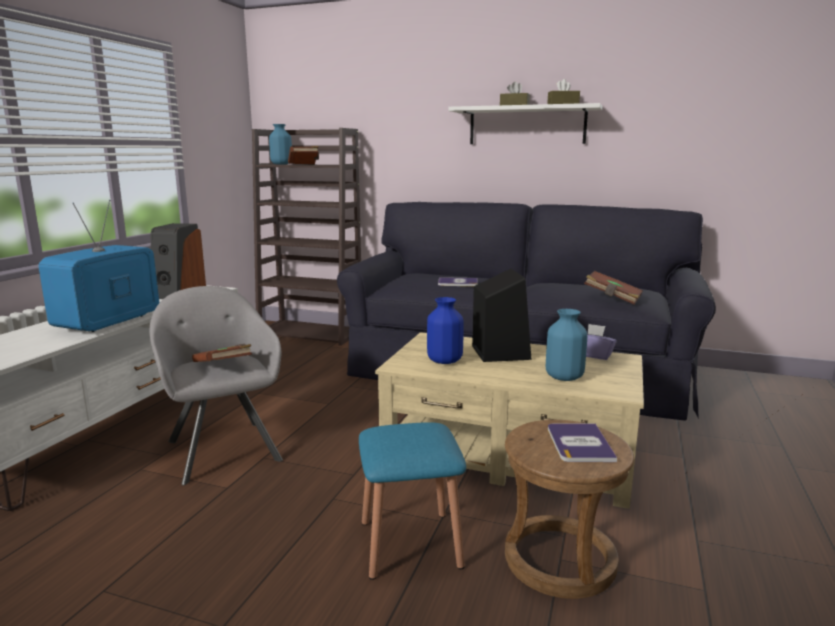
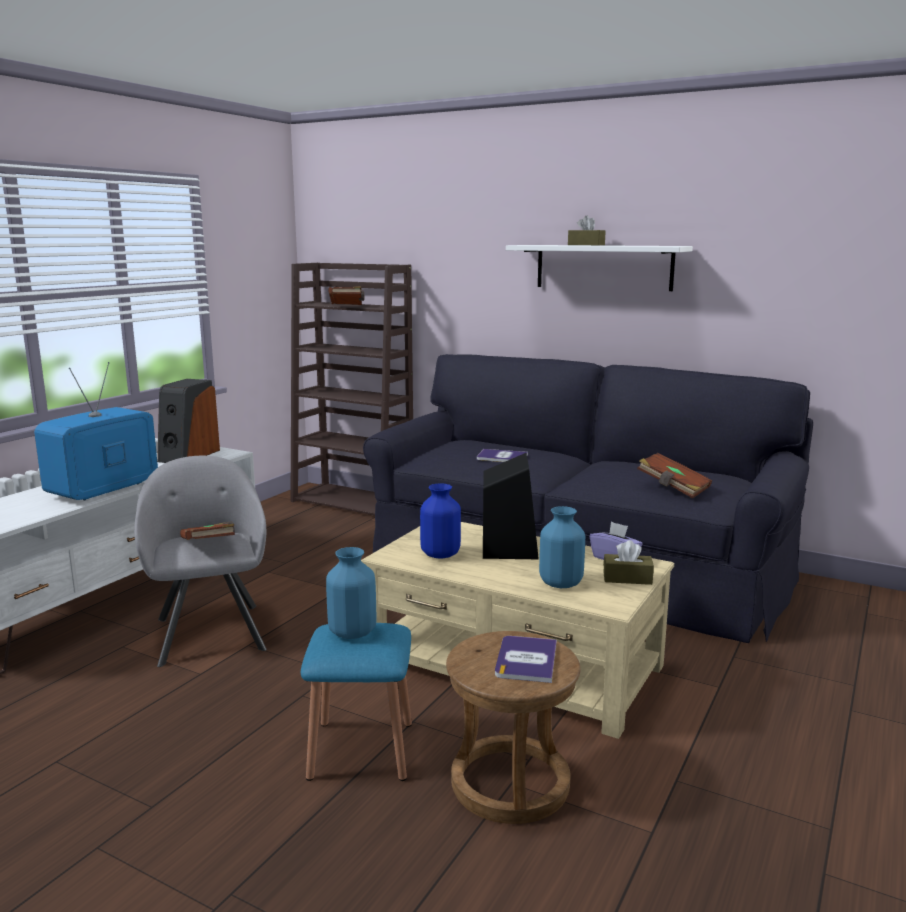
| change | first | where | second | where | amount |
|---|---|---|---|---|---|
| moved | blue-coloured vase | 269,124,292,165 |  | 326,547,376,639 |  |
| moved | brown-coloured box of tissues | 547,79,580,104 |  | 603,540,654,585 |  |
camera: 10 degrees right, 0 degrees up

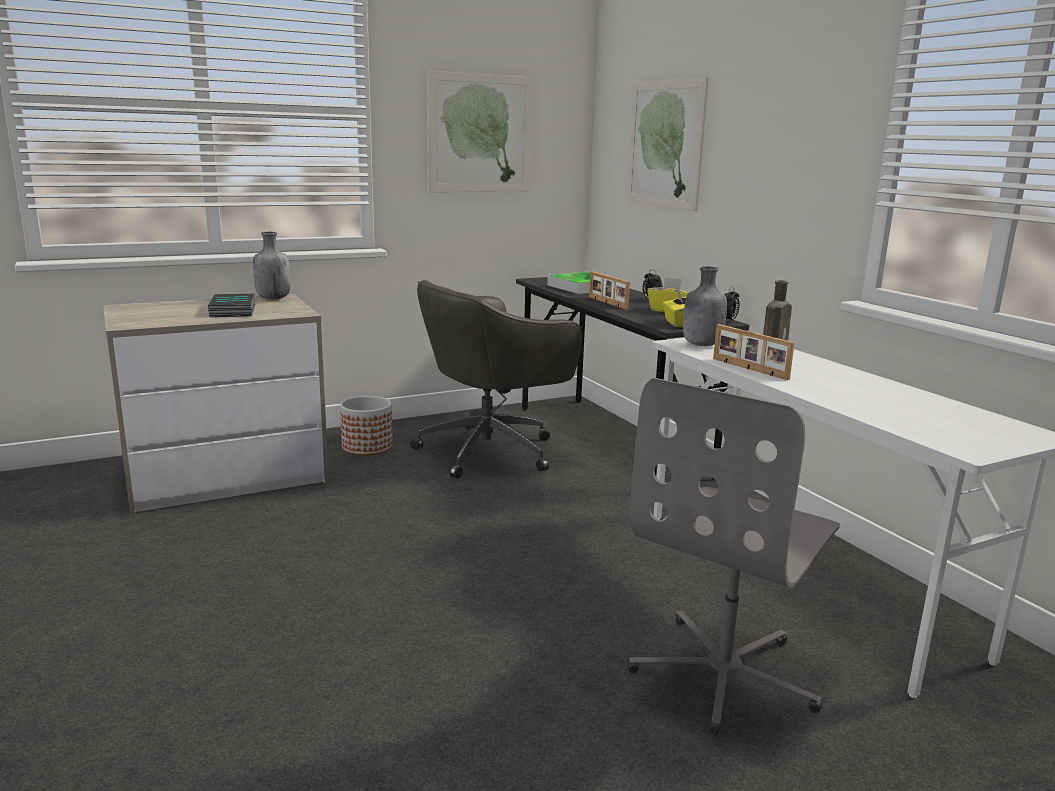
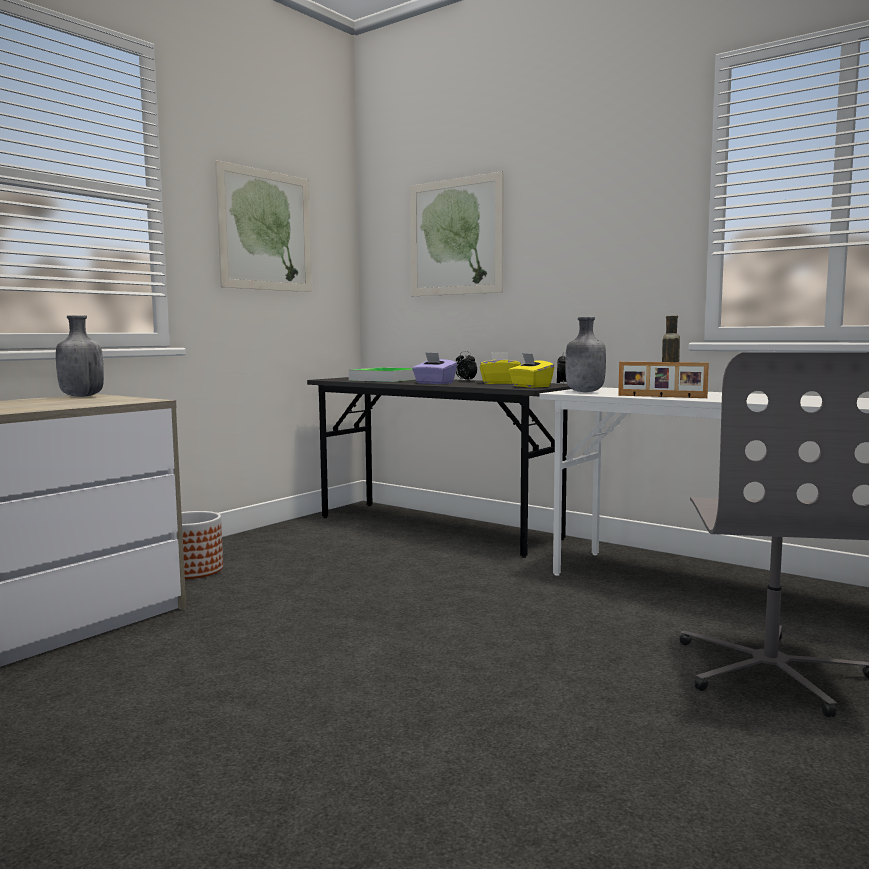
| change | first | where | second | where | amount |
|---|---|---|---|---|---|
| removed | book | 208,294,256,317 |  |  |  |
| removed | gray computer chair | 410,280,582,479 |  |  |  |
| replaced | standing frame | 589,271,630,309 | purple box of tissues | 412,352,457,384 |  |
camera: 25 degrees left, 10 degrees down

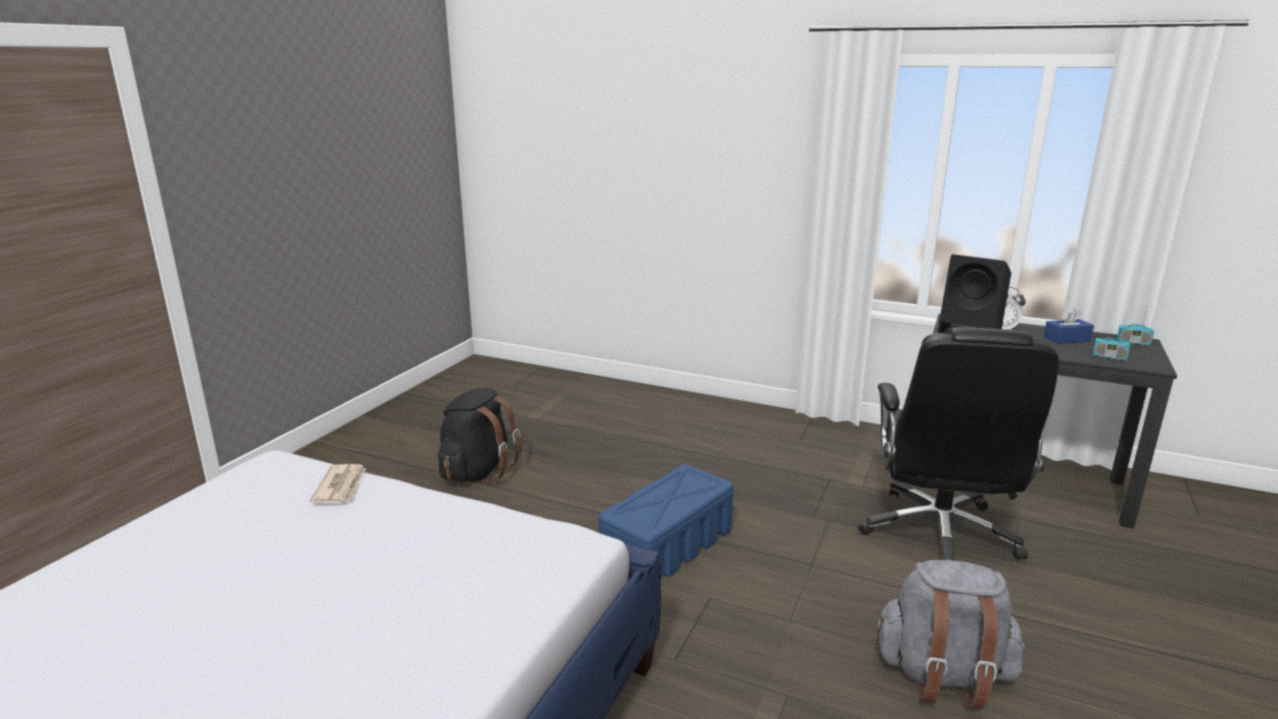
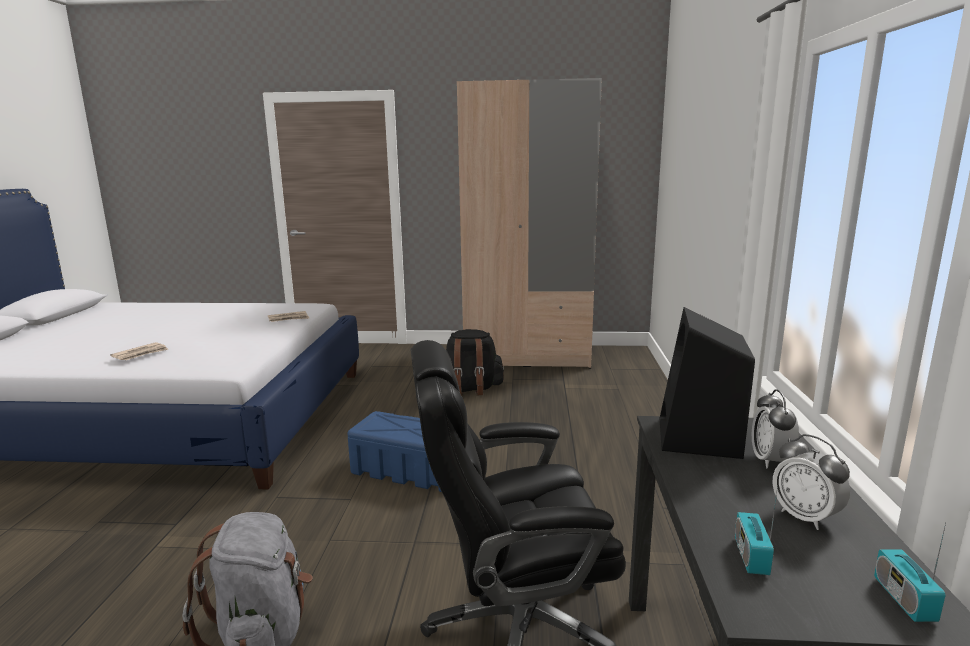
| change | first | where | second | where | amount |
|---|---|---|---|---|---|
| added |  |  | printed paper | 110,342,168,360 |  |
| added |  |  | beige armoire | 457,78,602,369 |  |
| replaced | blue-coloured box of tissues | 1043,308,1094,344 | table clock | 772,434,850,530 |  |
camera: 70 degrees right, 5 degrees down

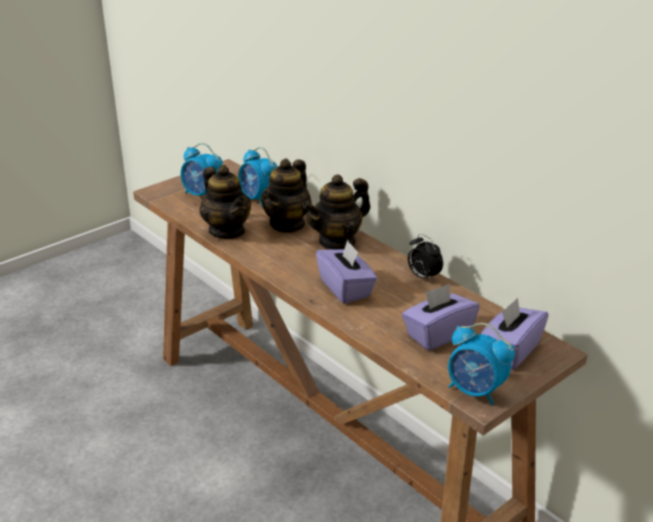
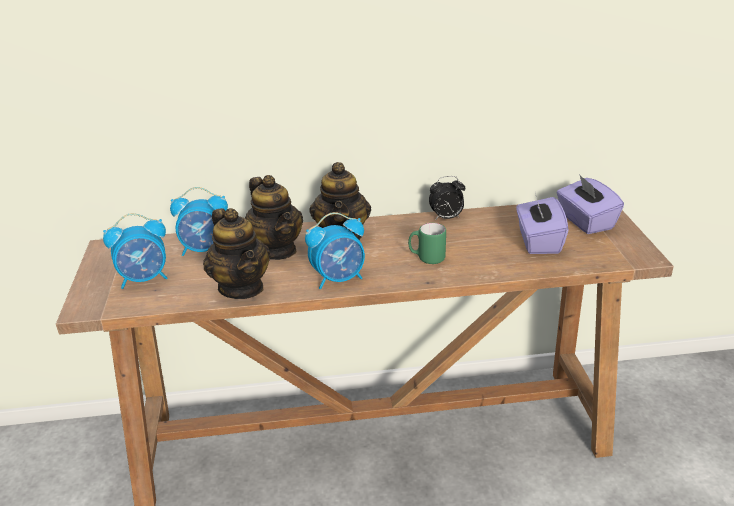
| change | first | where | second | where | amount |
|---|---|---|---|---|---|
| moved | table clock | 448,323,515,405 |  | 305,212,365,289 |  |
| replaced | purple box of tissues | 316,240,377,304 | green mug | 408,223,446,264 |  |
| turned | tea pot | 199,165,251,239 |  | 203,208,270,299 | 60 degrees clockwise |
camera: 55 degrees left, 0 degrees up

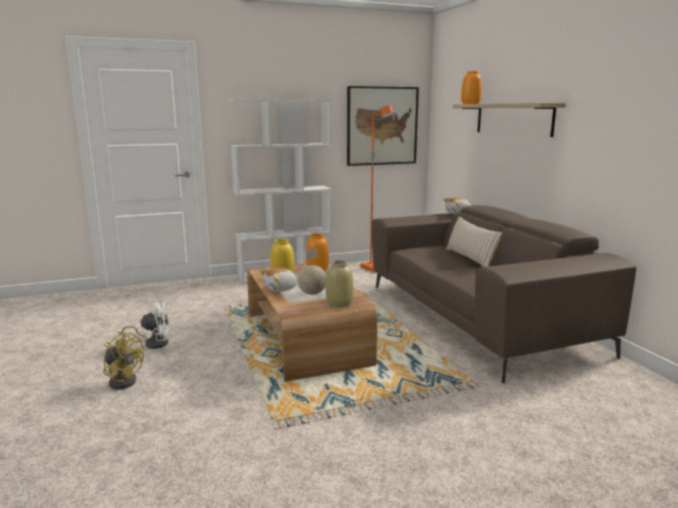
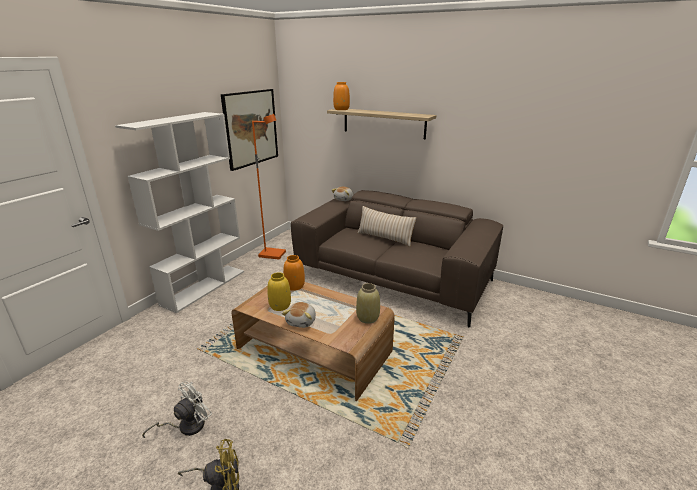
| change | first | where | second | where | amount |
|---|---|---|---|---|---|
| removed | world globe | 297,249,326,295 |  |  |  |
camera: 40 degrees left, 10 degrees up

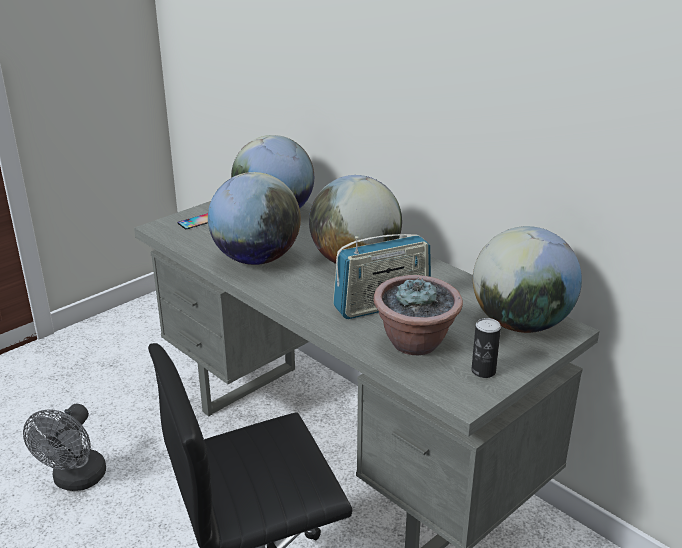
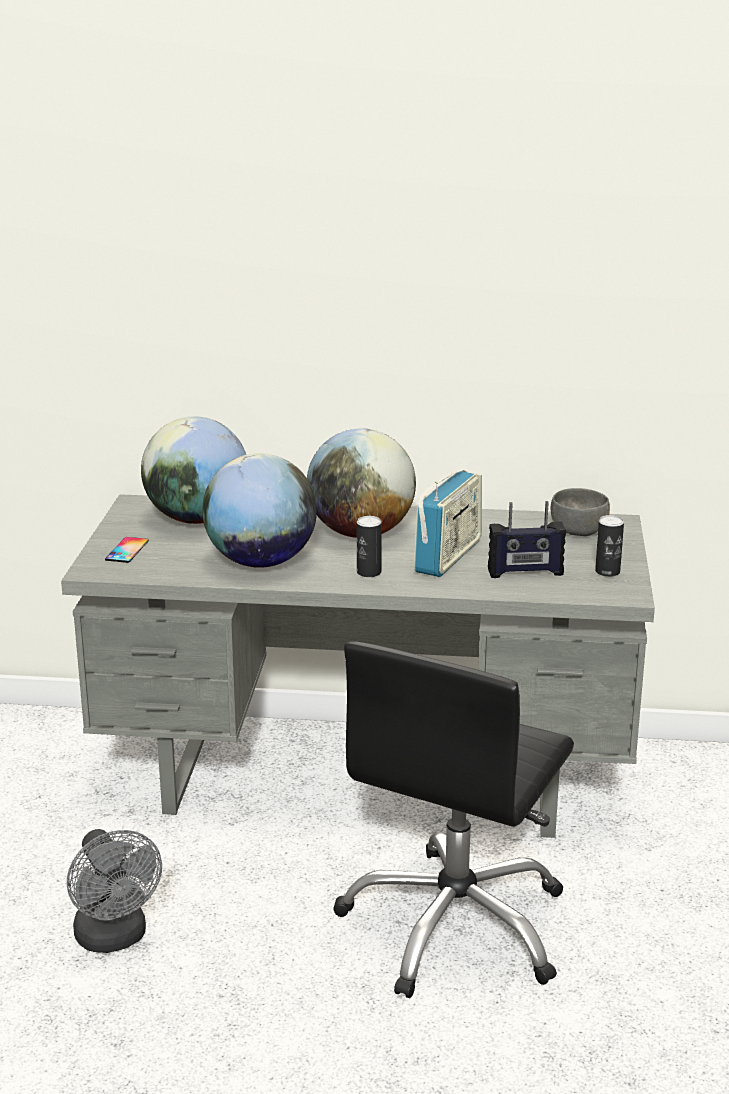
| change | first | where | second | where | amount |
|---|---|---|---|---|---|
| added |  |  | sealed can | 357,516,382,577 |  |
| replaced | houseplant | 373,275,463,355 | radio set | 488,501,566,578 |  |
| replaced | world globe | 473,226,582,333 | gray bowl | 551,488,610,536 |  |
camera: 40 degrees left, 5 degrees down

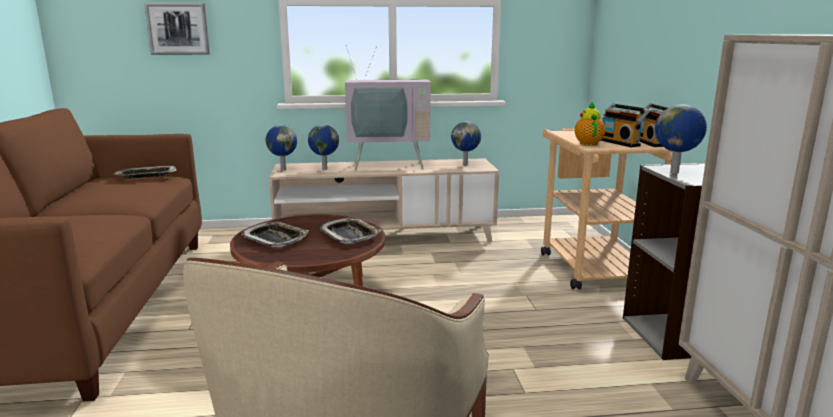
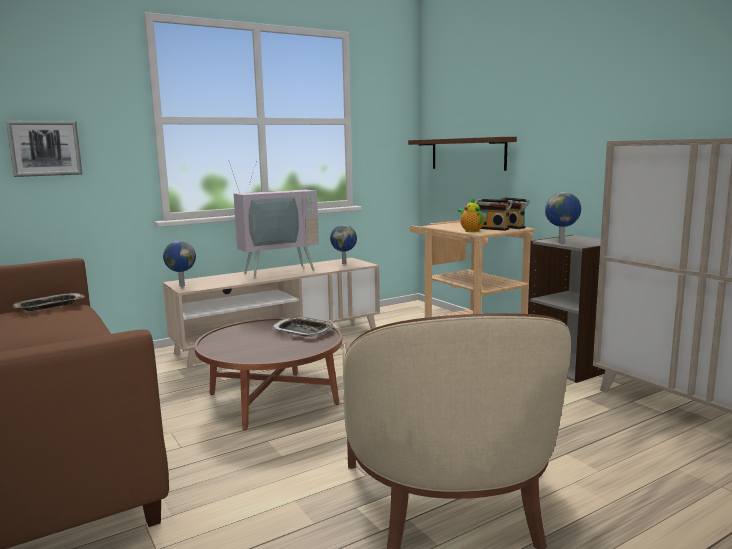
| change | first | where | second | where | amount |
|---|---|---|---|---|---|
| removed | tray | 241,221,309,247 |  |  |  |
| removed | world globe | 308,124,339,170 |  |  |  |
| added |  |  | brown-coloured bracket shelf | 408,137,517,171 |  |
camera: 25 degrees left, 5 degrees down

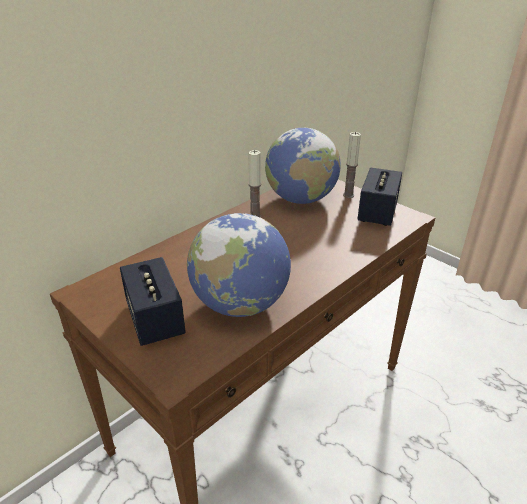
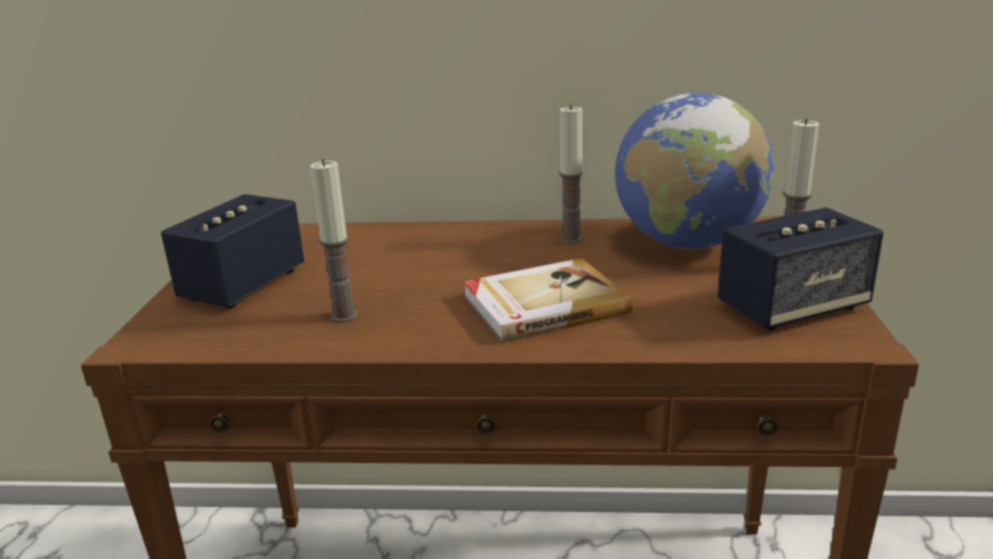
| change | first | where | second | where | amount |
|---|---|---|---|---|---|
| added |  |  | book | 463,258,633,342 |  |
| replaced | world globe | 187,213,291,317 | wax candle | 310,159,358,322 |  |
camera: 50 degrees right, 10 degrees down

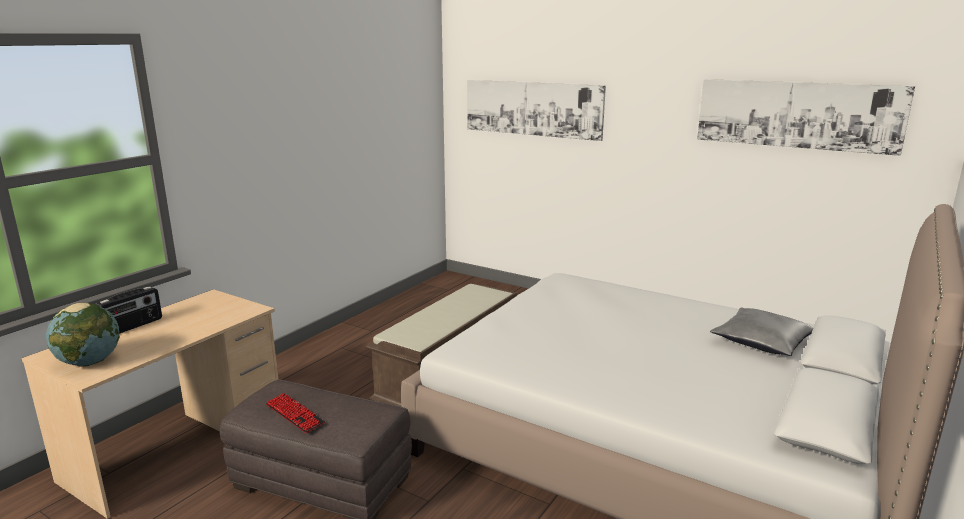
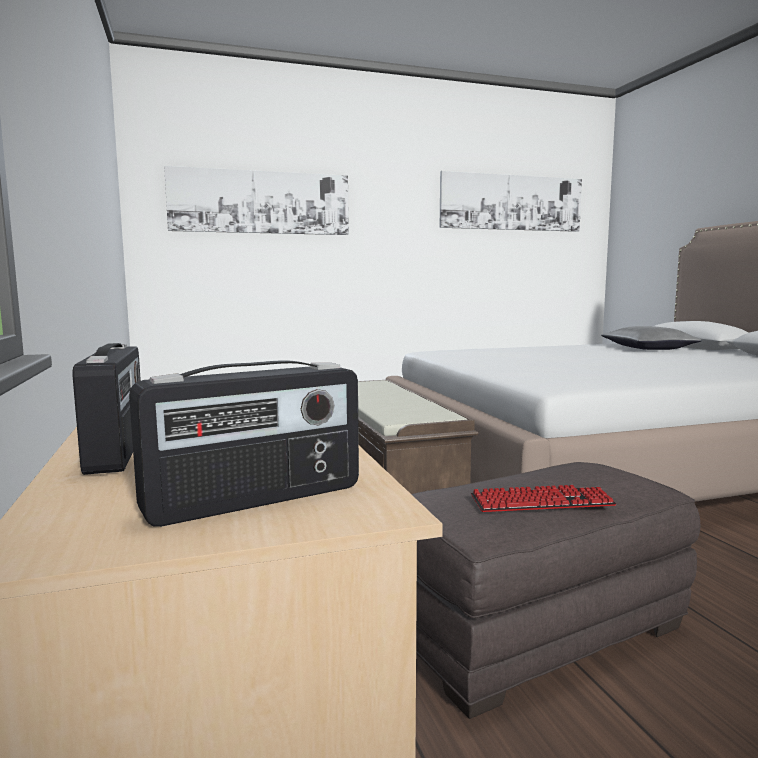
| change | first | where | second | where | amount |
|---|---|---|---|---|---|
| replaced | world globe | 46,303,120,367 | radio set | 129,360,359,527 |  |
camera: 50 degrees left, 10 degrees down

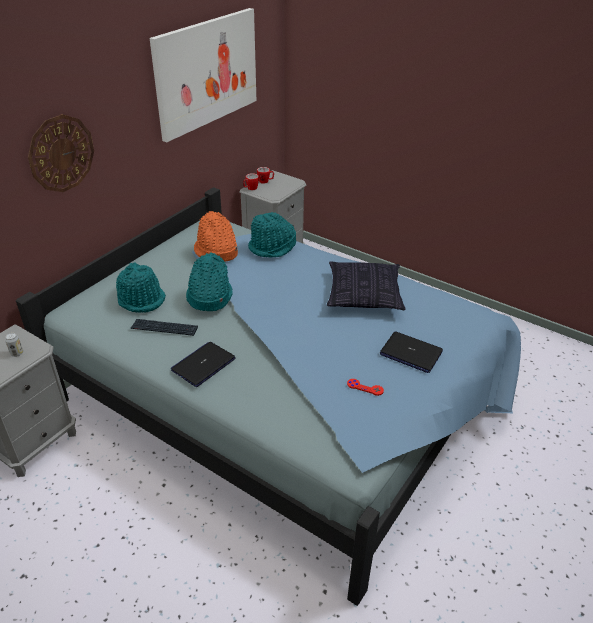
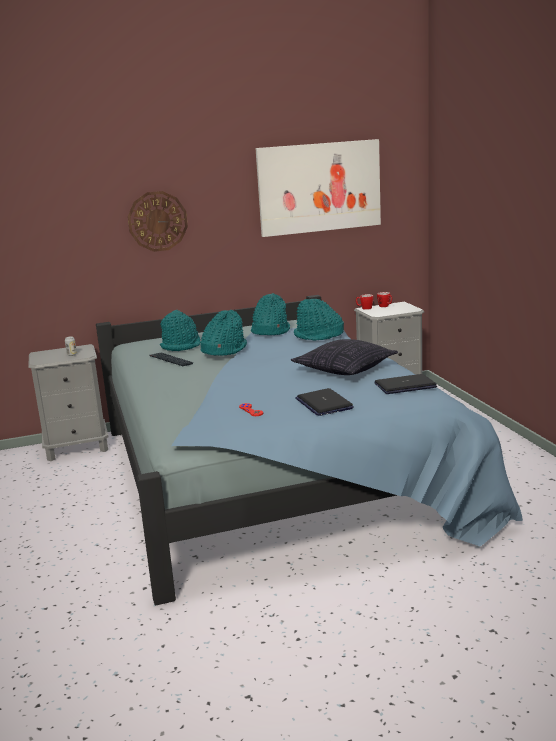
| change | first | where | second | where | amount |
|---|---|---|---|---|---|
| moved | portable computer | 171,342,236,387 |  | 374,374,437,394 |  |
| recoloured | orange-coloured clothing hat | 194,211,238,262 | turquoise-coloured clothing hat | 251,293,290,335 |  |
camera: 40 degrees right, 20 degrees down

